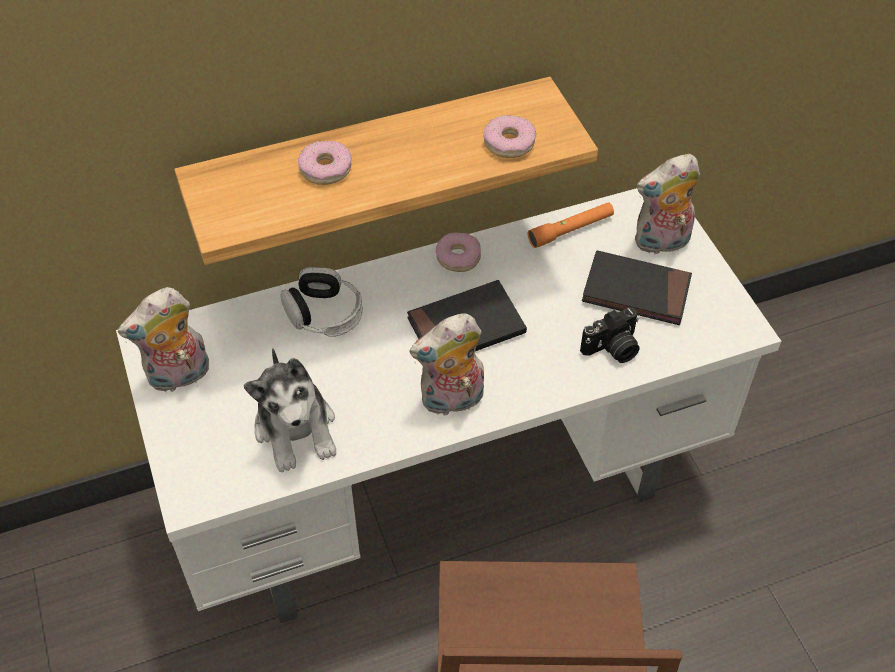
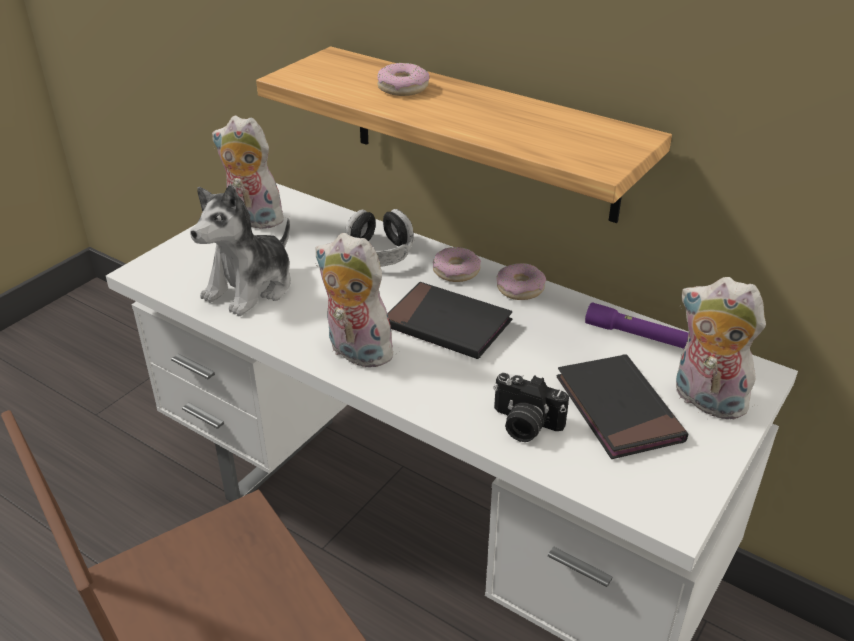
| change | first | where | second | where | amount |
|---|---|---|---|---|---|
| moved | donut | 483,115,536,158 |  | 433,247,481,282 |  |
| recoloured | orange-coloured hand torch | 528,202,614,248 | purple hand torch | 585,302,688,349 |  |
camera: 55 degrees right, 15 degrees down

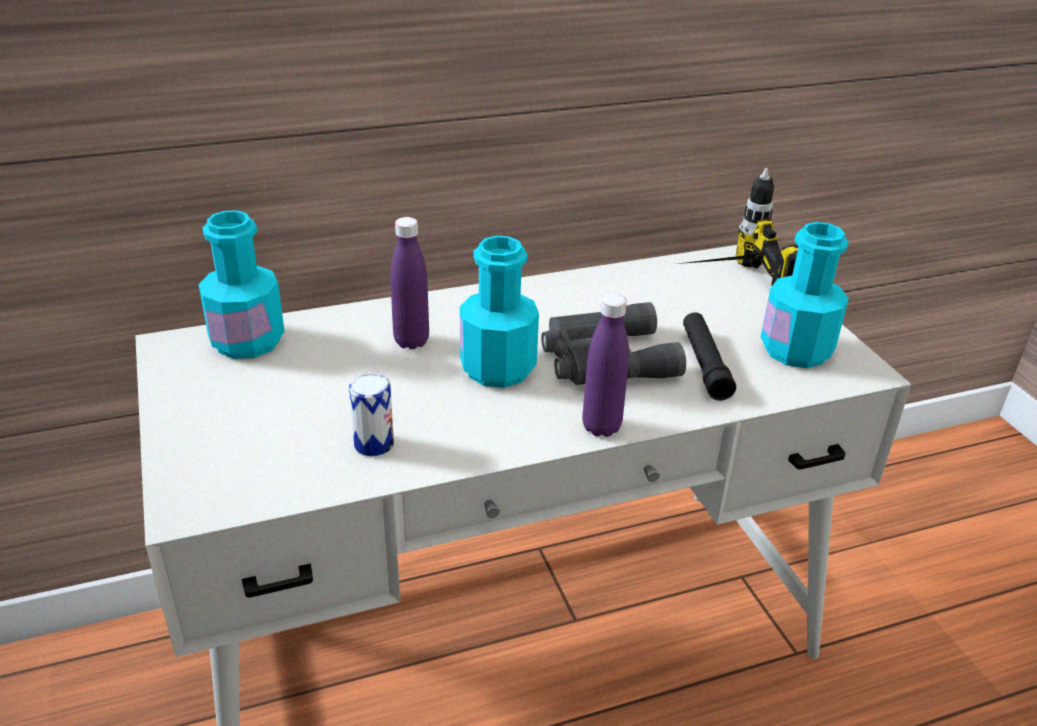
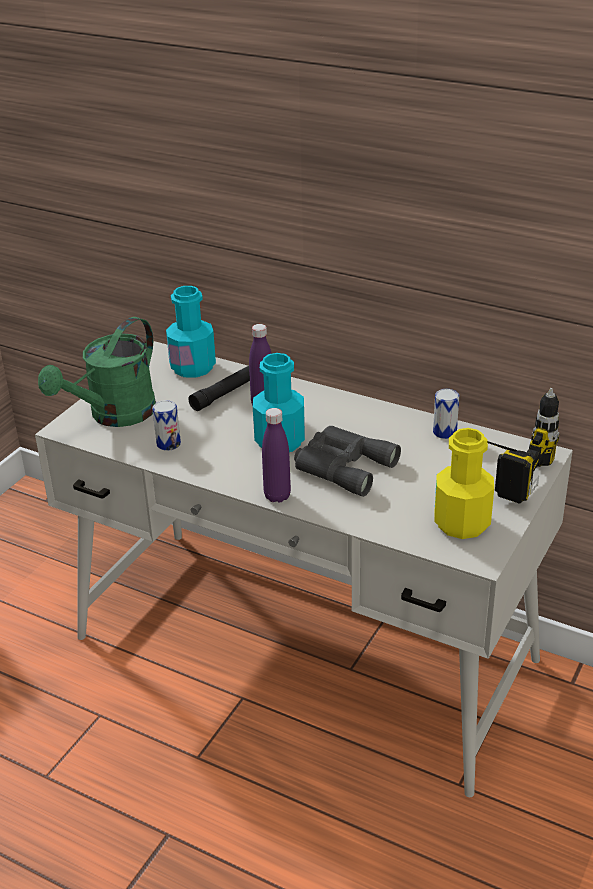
| change | first | where | second | where | amount |
|---|---|---|---|---|---|
| added |  |  | green watering can | 38,317,156,427 |  |
| added |  |  | sealed can | 433,389,459,439 |  |
| moved | black hand torch | 683,312,736,401 |  | 188,366,250,411 |  |
| recoloured | turquoise-coloured drink bottle | 760,222,849,368 | yellow drink bottle | 434,428,494,539 |  |
camera: 50 degrees right, 0 degrees up

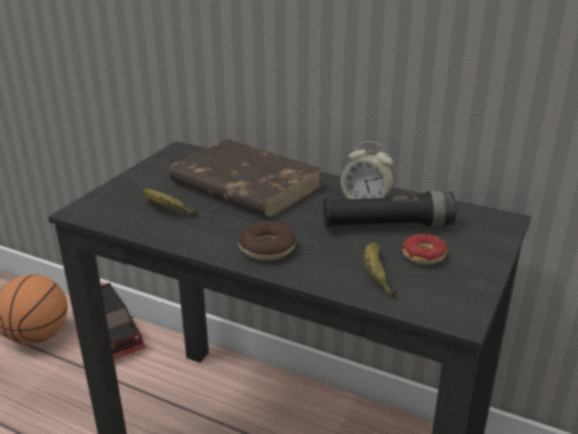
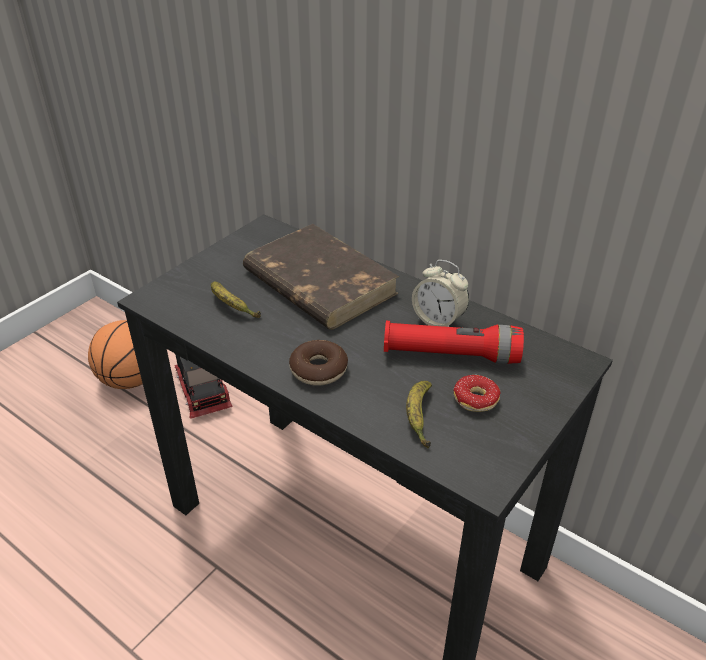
| change | first | where | second | where | amount |
|---|---|---|---|---|---|
| recoloured | black hand torch | 323,191,456,228 | red hand torch | 384,321,524,364 |  |
camera: 10 degrees right, 10 degrees up

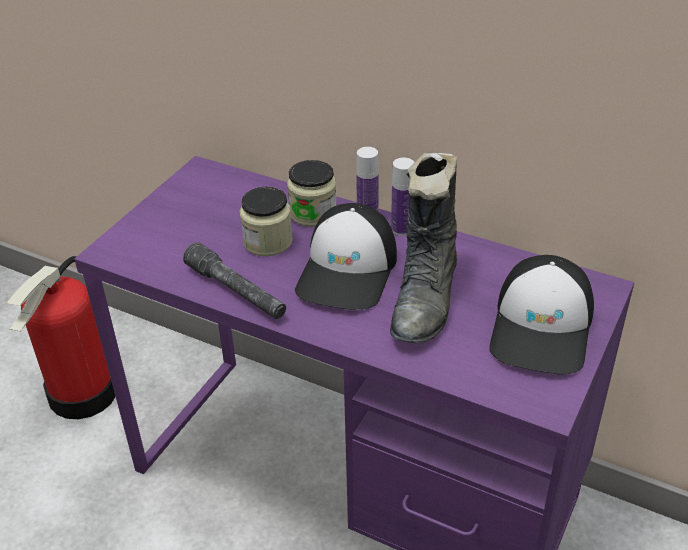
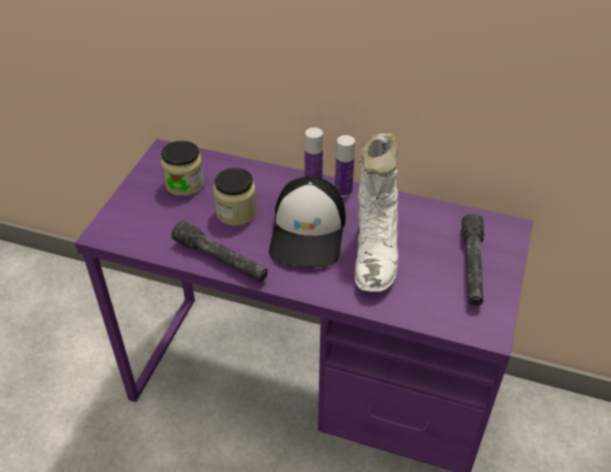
| change | first | where | second | where | amount |
|---|---|---|---|---|---|
| removed | fire extinguisher | 7,256,116,419 |  |  |  |
| moved | storage jar | 287,160,336,227 |  | 161,141,205,196 |  |
| replaced | baseball cap | 489,255,594,375 | gray hand torch | 462,214,484,306 |  |
| recoloured | black high-top boot | 390,153,457,343 | white high-top boot | 355,133,398,292 |  |
camera: 10 degrees left, 5 degrees up

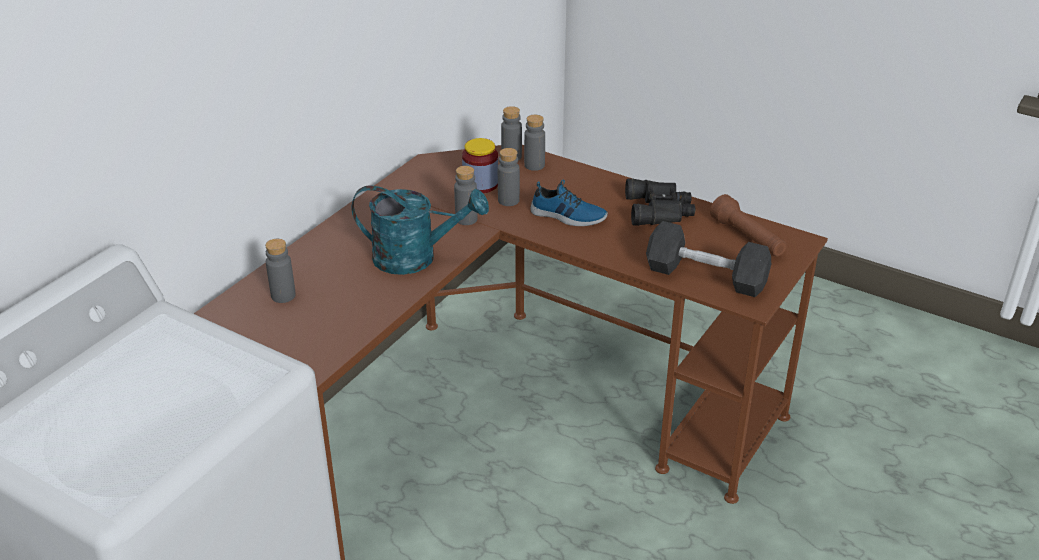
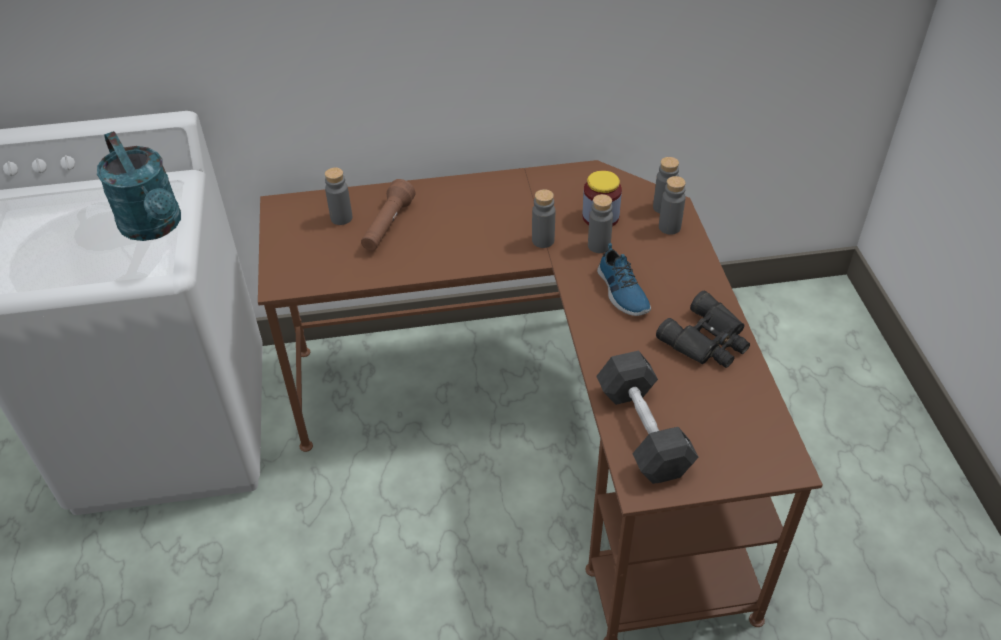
| change | first | where | second | where | amount |
|---|---|---|---|---|---|
| moved | turquoise-coloured watering can | 351,185,489,275 |  | 97,131,181,241 |  |
| moved | brown-coloured hand torch | 710,194,787,256 |  | 361,179,415,251 |  |
camera: 50 degrees right, 10 degrees up

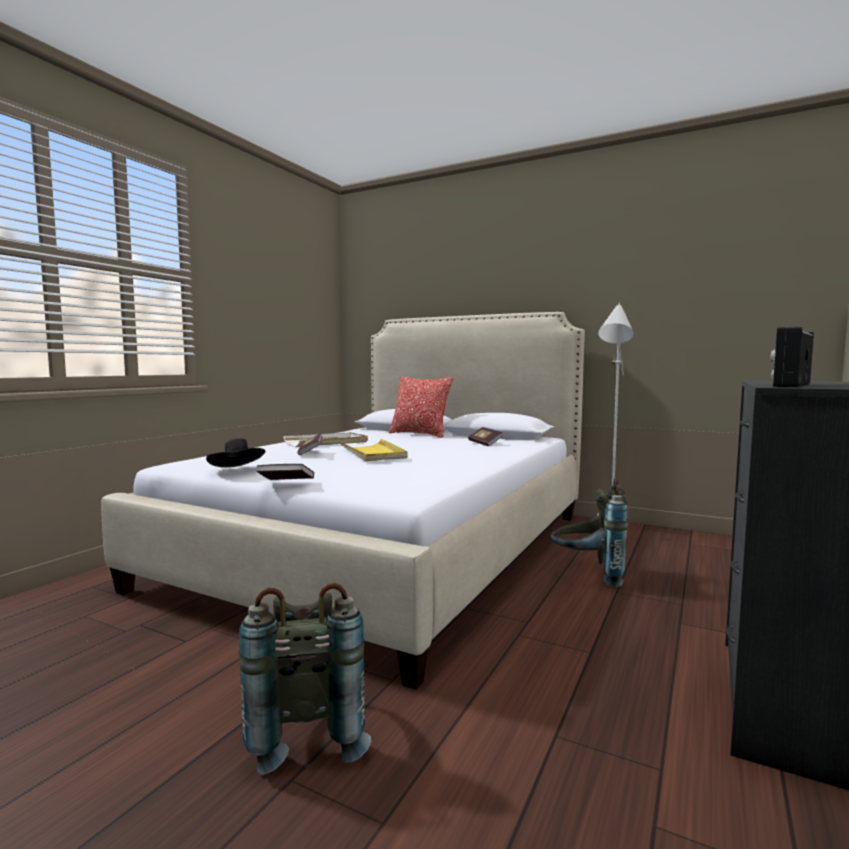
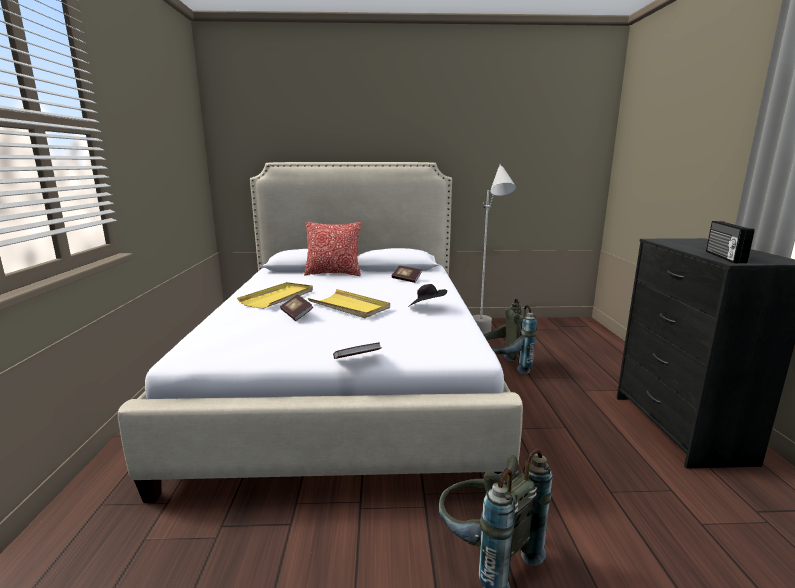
| change | first | where | second | where | amount |
|---|---|---|---|---|---|
| moved | black clothing hat | 206,438,266,468 |  | 408,284,447,307 |  |
| recoloured | white tray | 283,432,368,447 | yellow tray | 237,282,313,309 |  |
camera: 30 degrees left, 10 degrees up

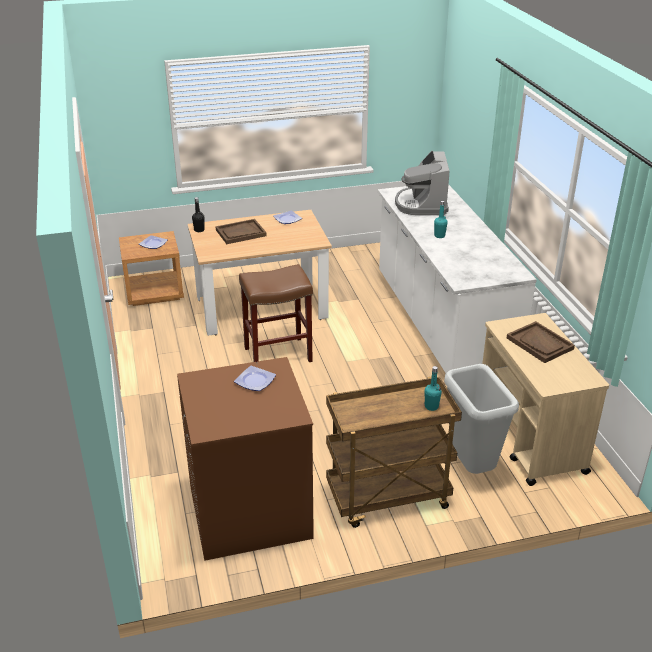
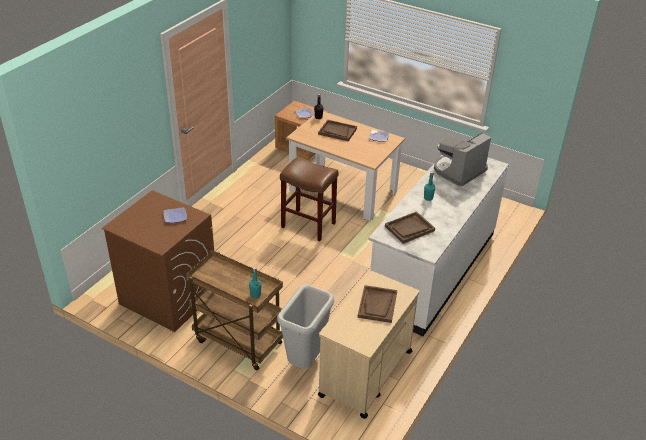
| change | first | where | second | where | amount |
|---|---|---|---|---|---|
| added |  |  | brown-coloured tray | 385,211,435,244 |  |
camera: 45 degrees right, 5 degrees up

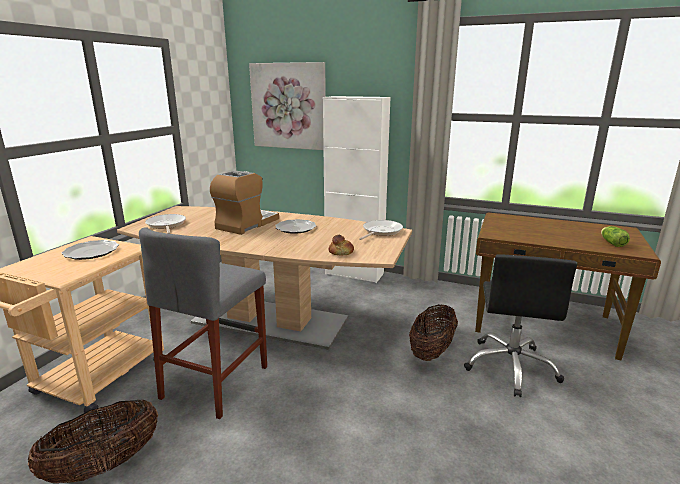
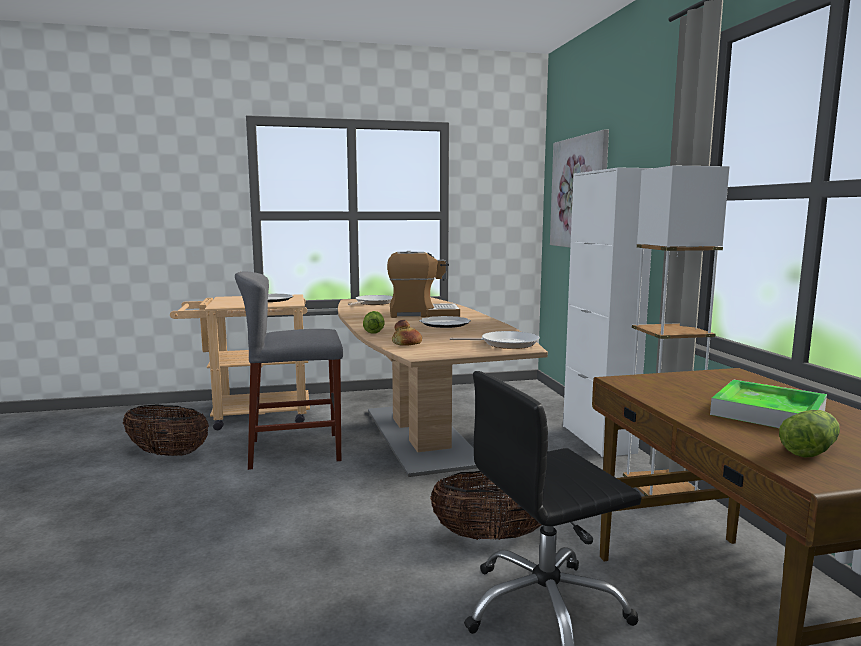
| change | first | where | second | where | amount |
|---|---|---|---|---|---|
| added |  |  | lettuce | 363,311,384,334 |  |
| added |  |  | white standing lamp | 623,166,730,503 |  |
| added |  |  | tray | 710,379,827,428 |  |
camera: 55 degrees right, 10 degrees down

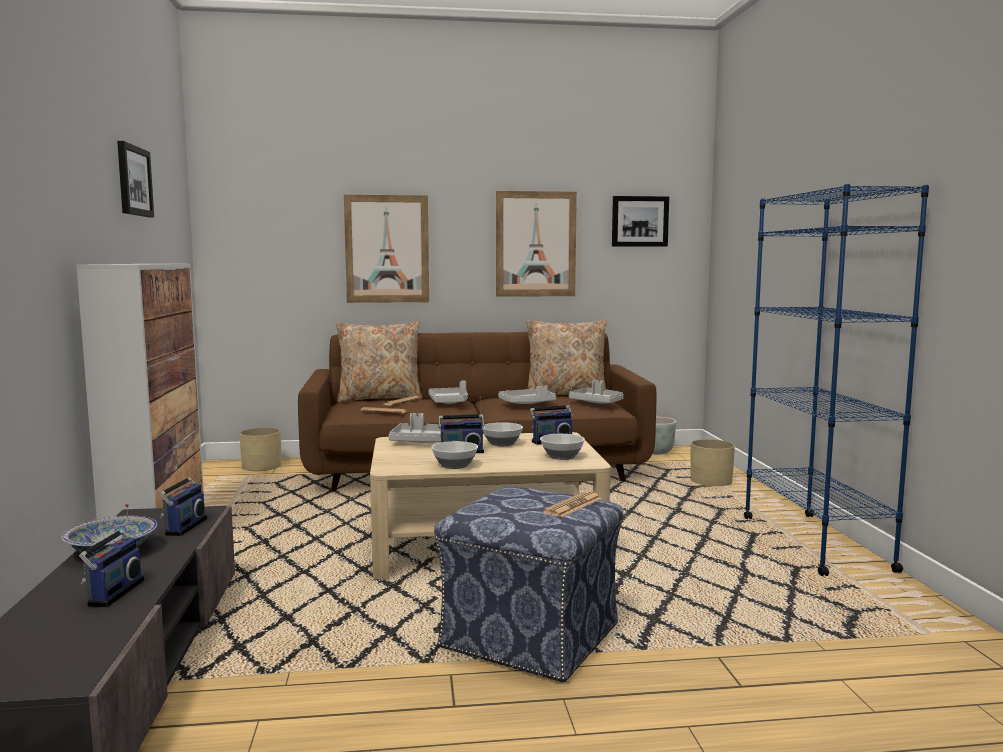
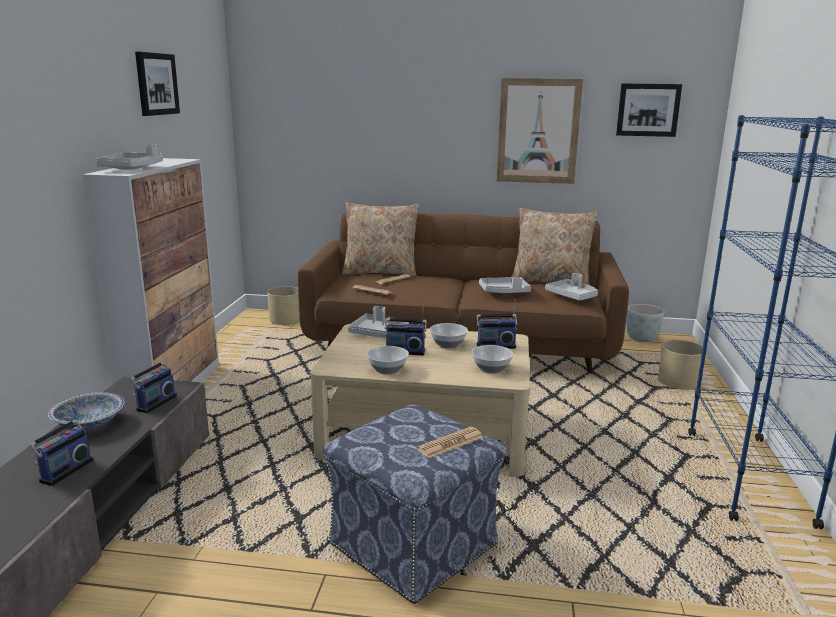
| change | first | where | second | where | amount |
|---|---|---|---|---|---|
| removed | wall art | 344,195,429,303 |  |  |  |
| moved | gray tray | 428,381,468,404 |  | 96,144,163,170 |  |
camera: 15 degrees right, 10 degrees up

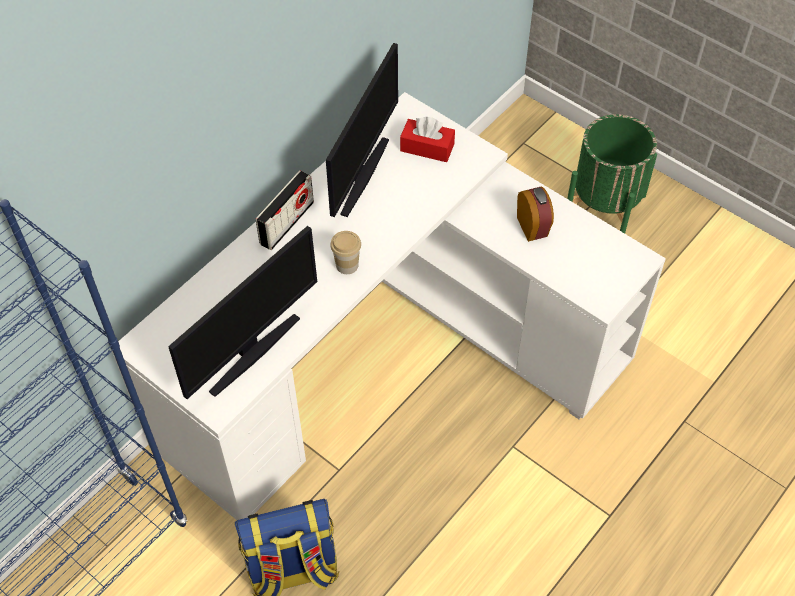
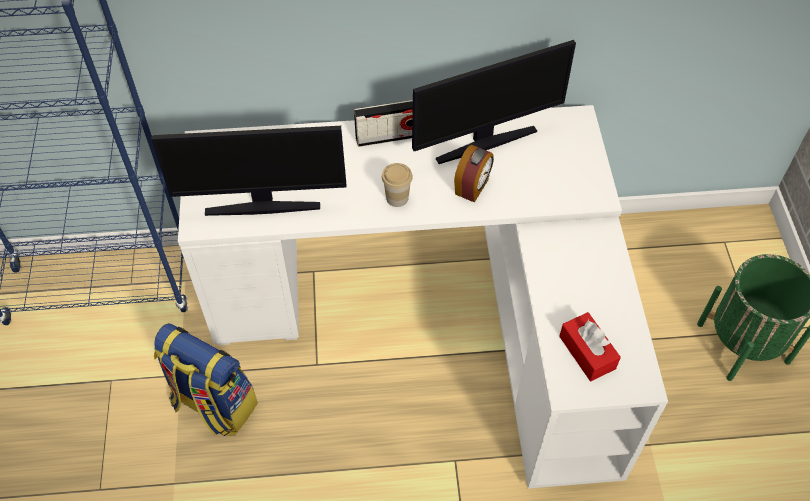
| change | first | where | second | where | amount |
|---|---|---|---|---|---|
| moved | red box of tissues | 400,117,455,162 |  | 559,312,621,381 |  |
| moved | table clock | 517,186,554,242 |  | 454,145,494,203 |  |
camera: 45 degrees right, 0 degrees up

